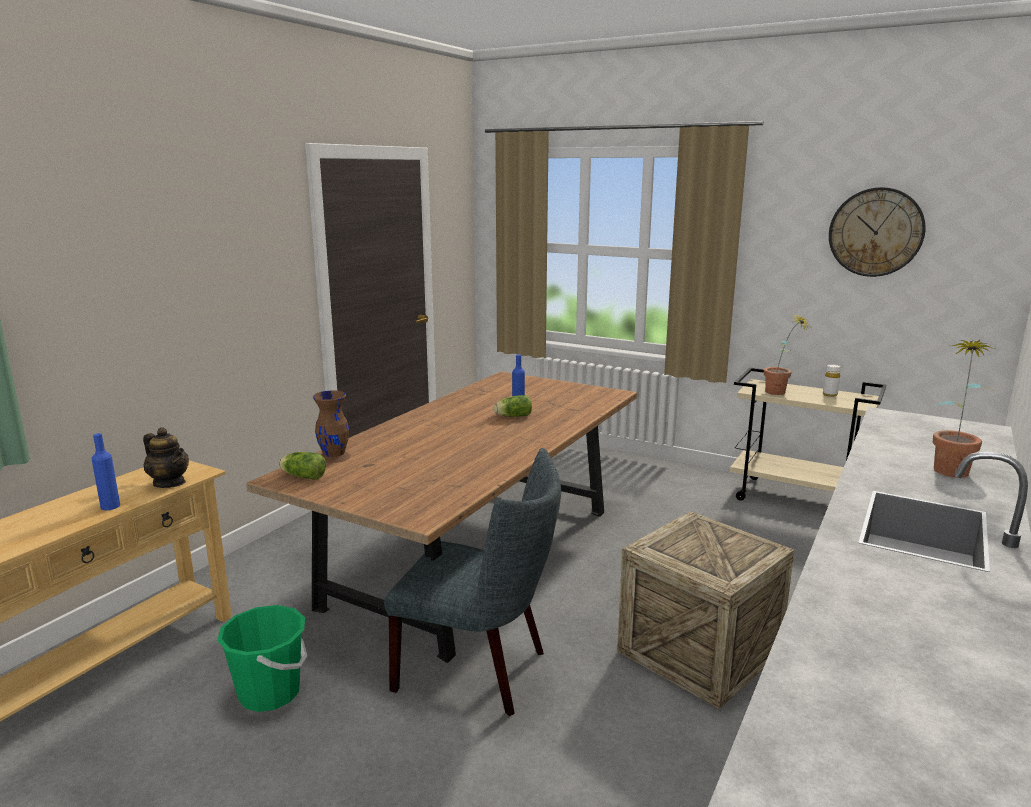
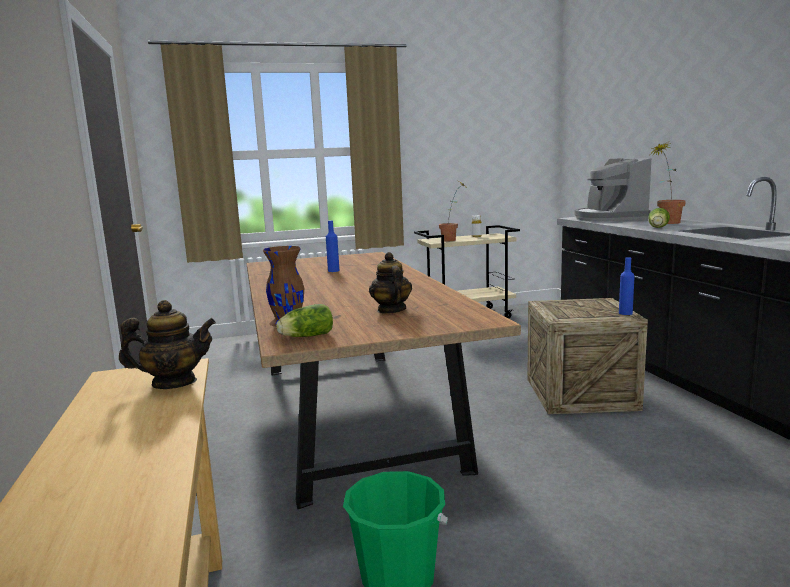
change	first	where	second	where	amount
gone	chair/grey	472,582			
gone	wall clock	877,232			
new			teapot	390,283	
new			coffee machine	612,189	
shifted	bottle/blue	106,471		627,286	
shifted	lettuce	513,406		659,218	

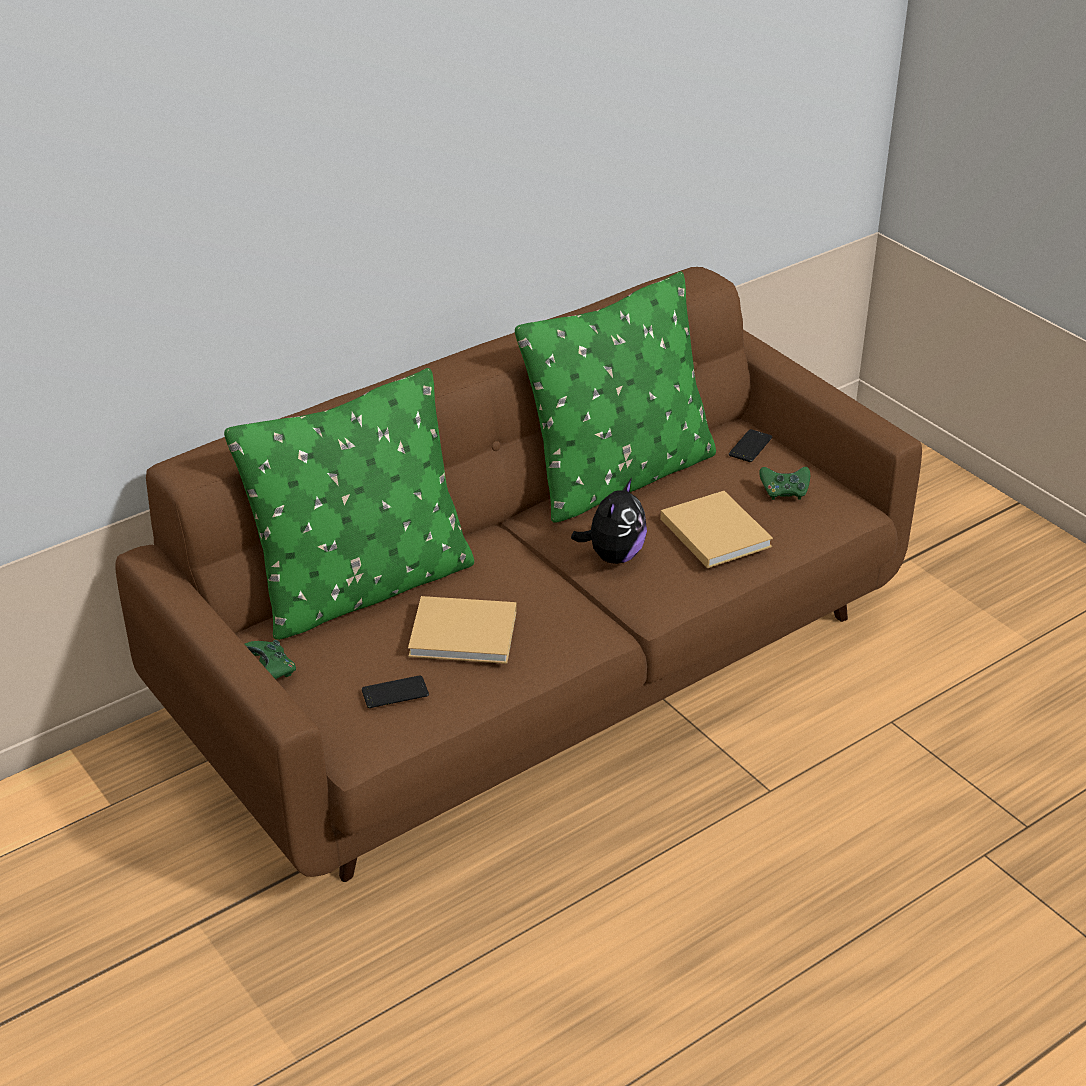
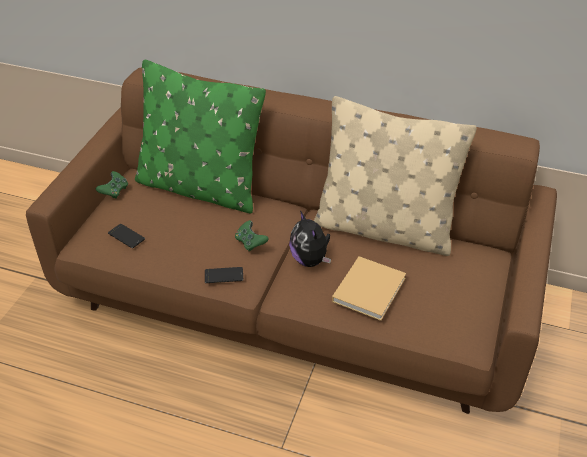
change	first	where	second	where	amount
gone	book/beige	462,630			
shifted	phone	750,445		224,275	
shifted	game controller/green	784,483		252,235	
repainted	pillow/green	615,397	pillow/beige	395,176	
rotated	plush toy	609,521		310,239	75 degrees clockwise

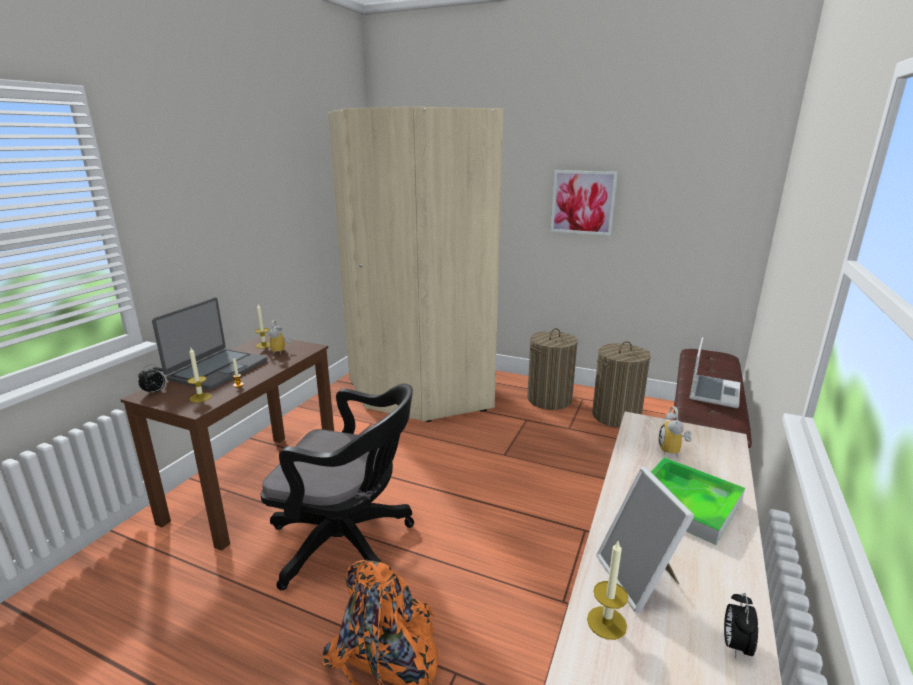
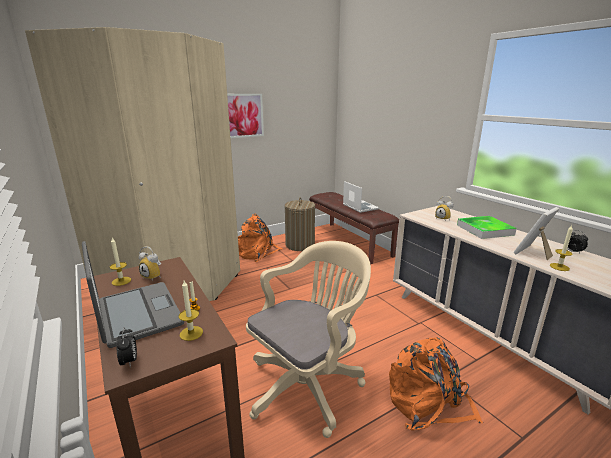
change	first	where	second	where	amount
swapped	laundry basket	552,369	backpack/orange	260,238	
repainted	office chair/black	337,487	office chair/beige	308,339	
rotated	picture frame	645,540		536,233	120 degrees clockwise

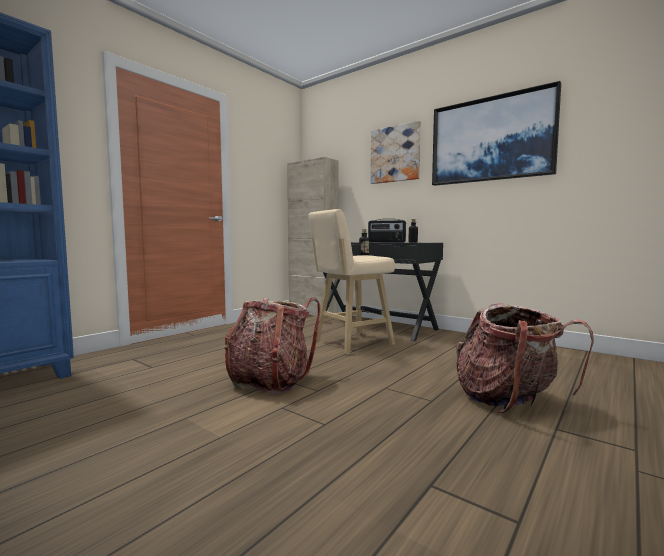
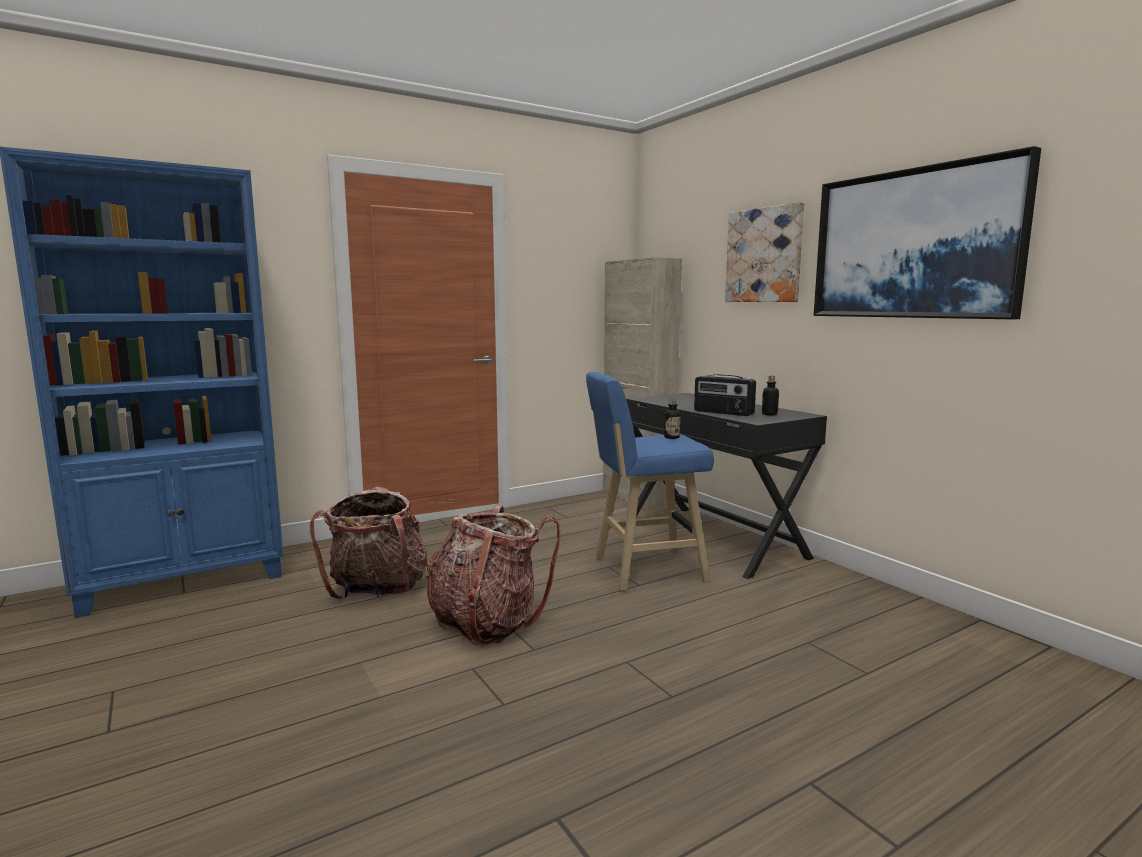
change	first	where	second	where	amount
shifted	backpack	525,358		369,543	
repainted	stool/beige	352,282	stool/blue	650,481	

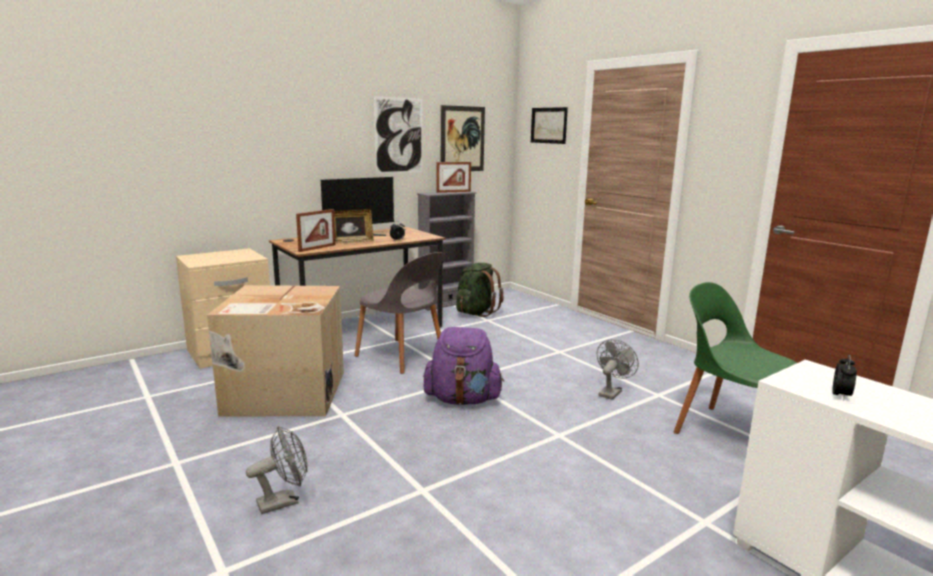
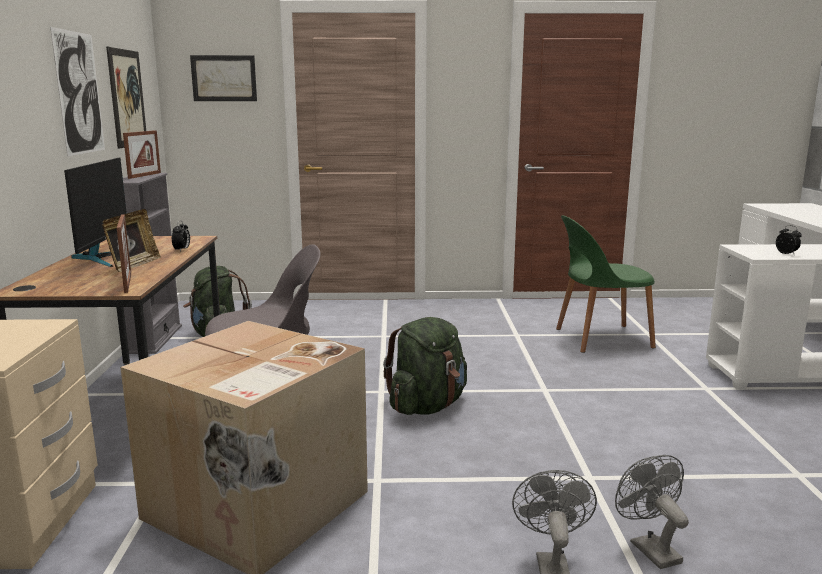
change	first	where	second	where	amount
shifted	fan/grey	618,369		652,512	
repainted	backpack/purple	463,366	backpack/green	425,366	

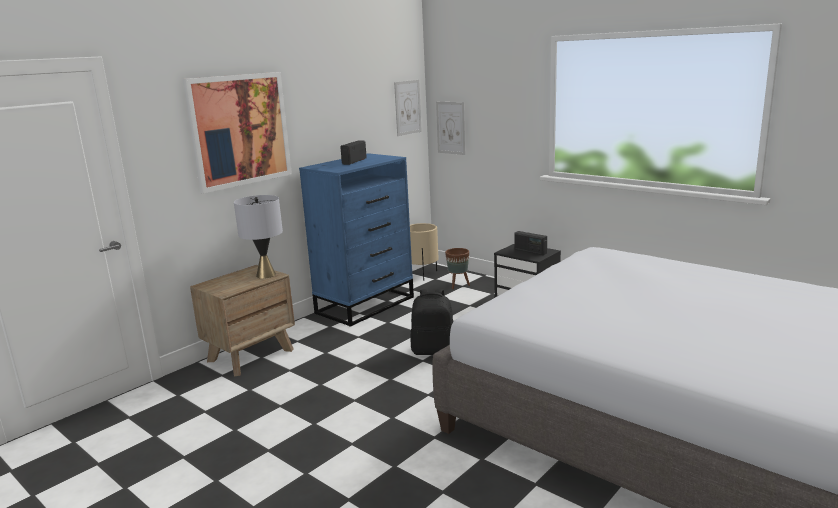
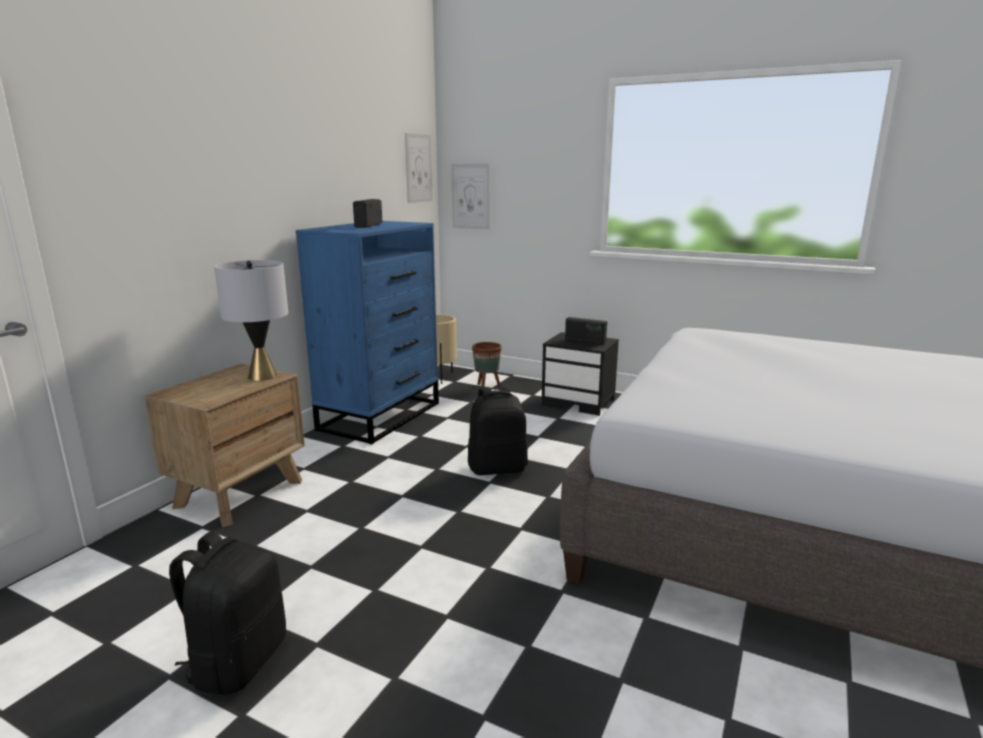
change	first	where	second	where	amount
gone	picture	237,132			
new			backpack/black	227,613	

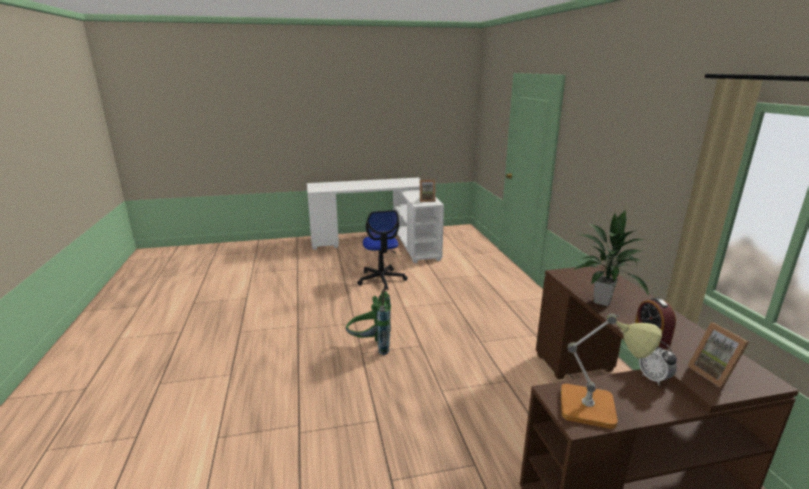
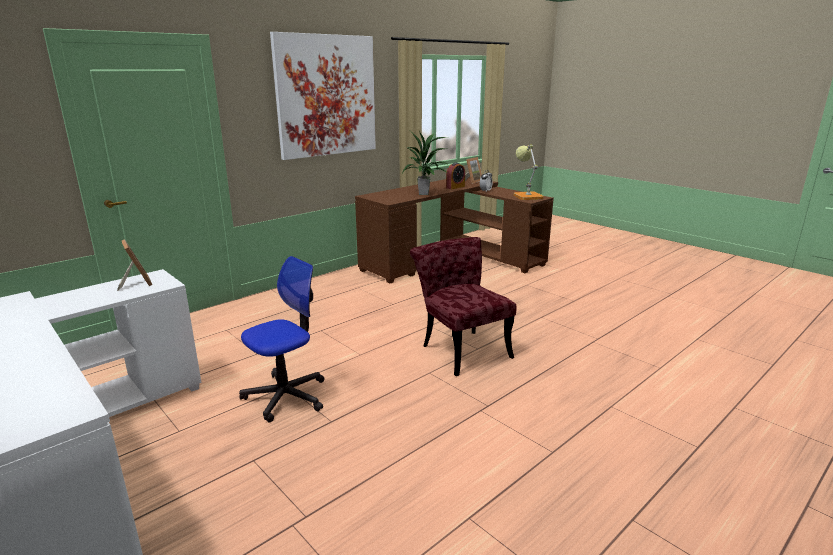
change	first	where	second	where	amount
new			picture	323,96	
swapped	backpack/green	368,322	chair/red	463,306	

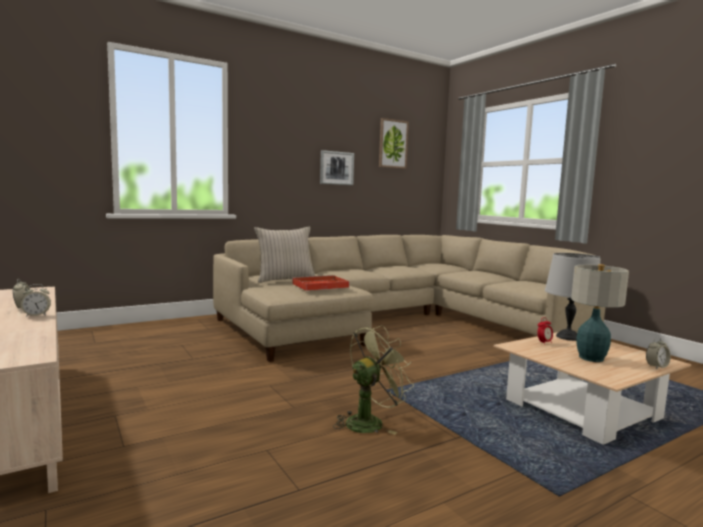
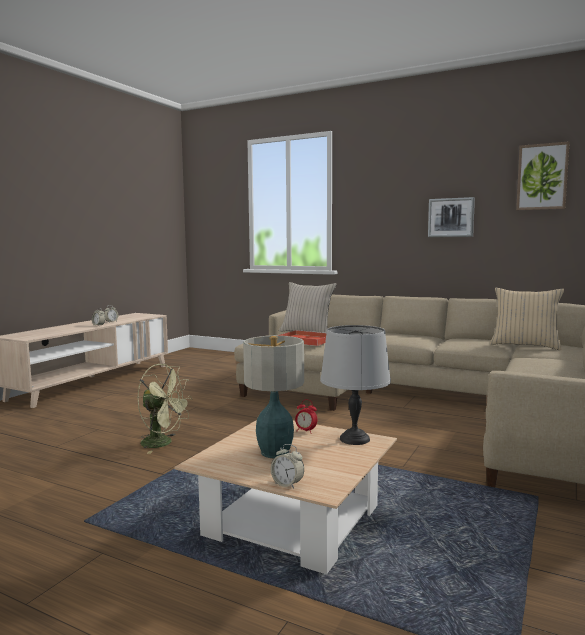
change	first	where	second	where	amount
new			pillow/beige	527,319	

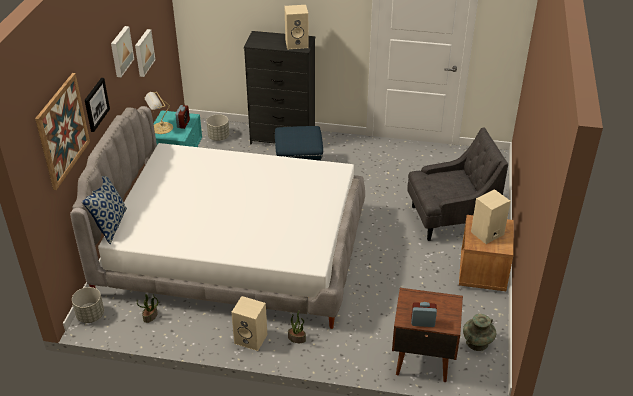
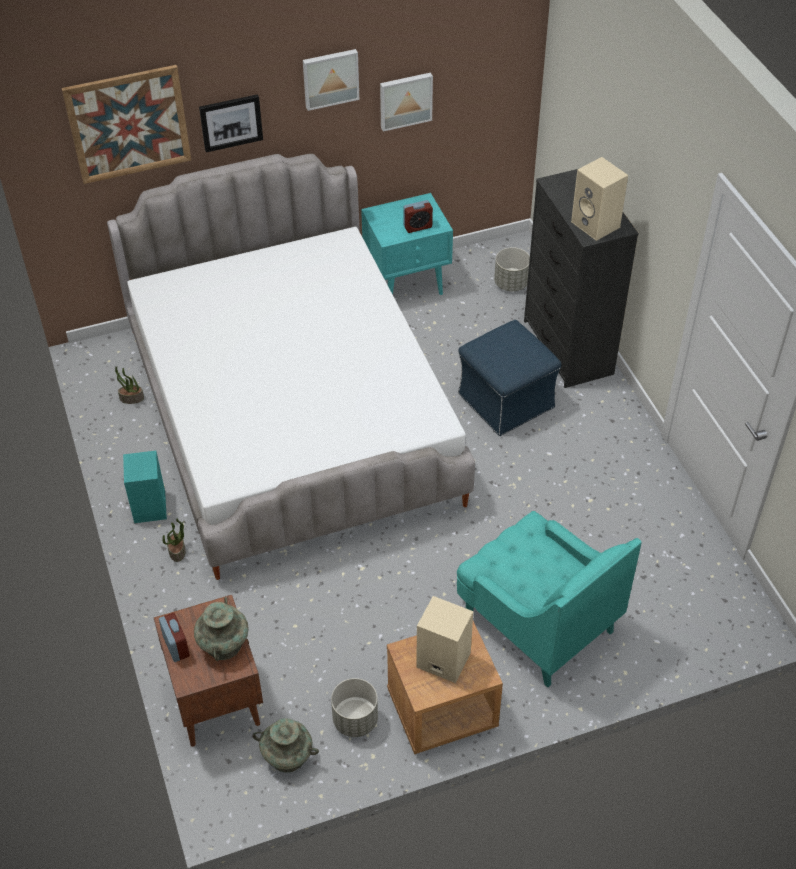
change	first	where	second	where	amount
gone	pillow	104,210			
gone	table lamp	159,113			
new			vase/turquoise	221,629	
shifted	planter/grey	88,305		354,707	
repainted	speaker/beige	249,323	speaker/turquoise	145,487	
repainted	armchair/grey	458,184	armchair/turquoise	549,599	

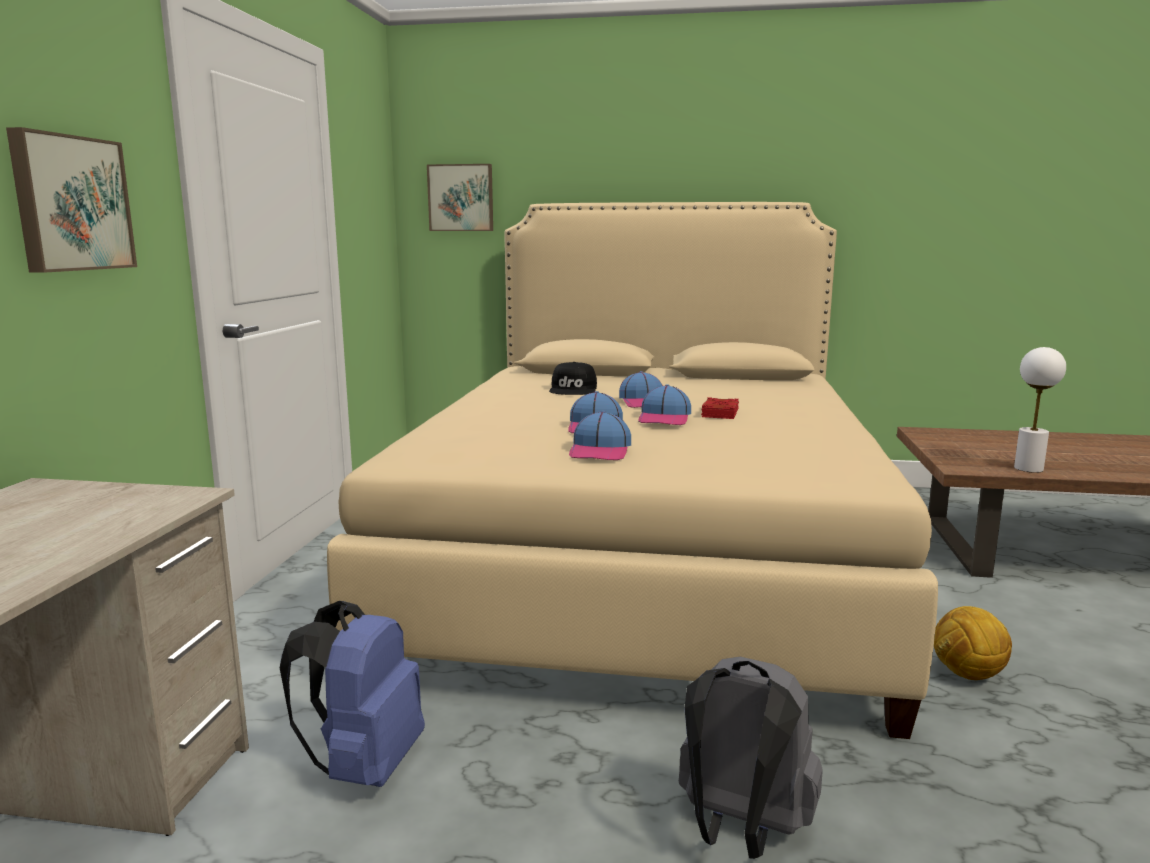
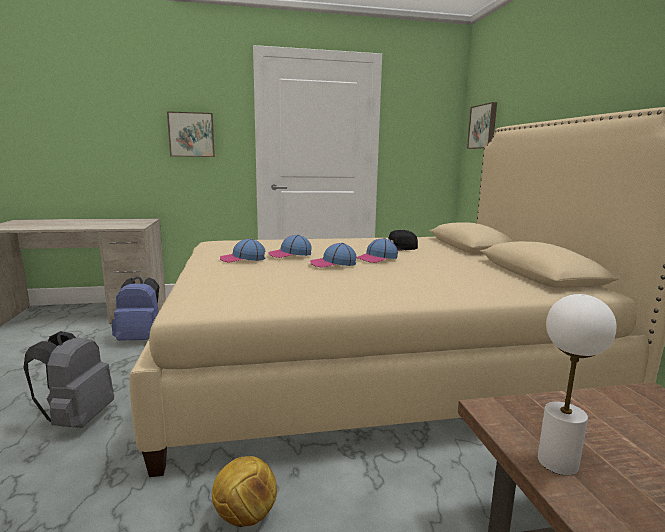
change	first	where	second	where	amount
gone	book/red	720,408			

